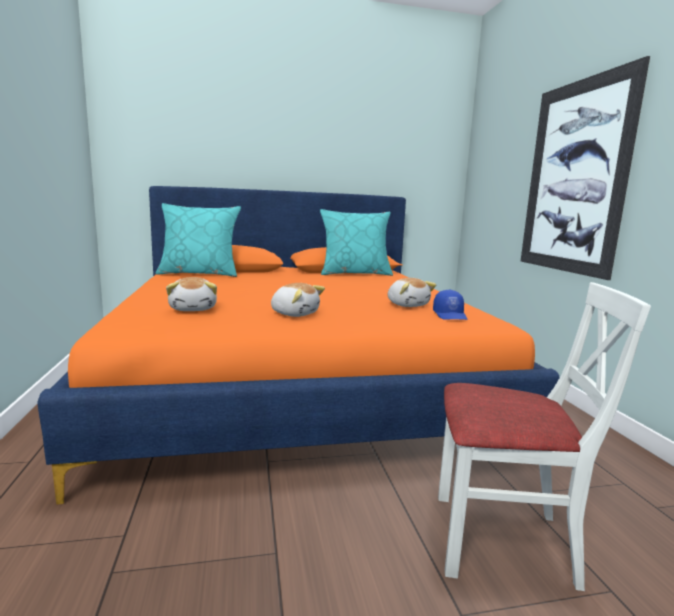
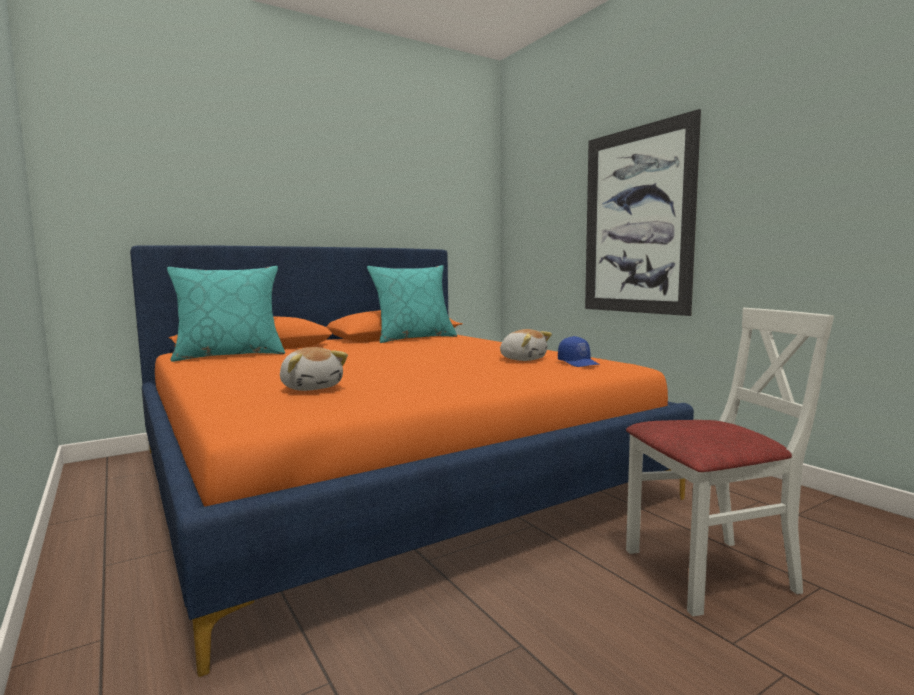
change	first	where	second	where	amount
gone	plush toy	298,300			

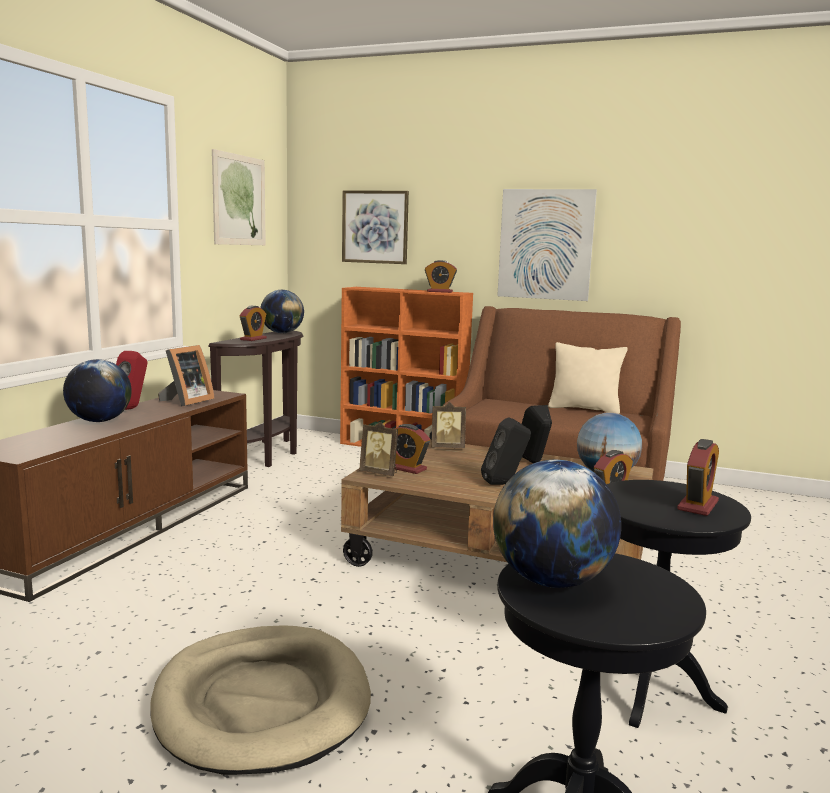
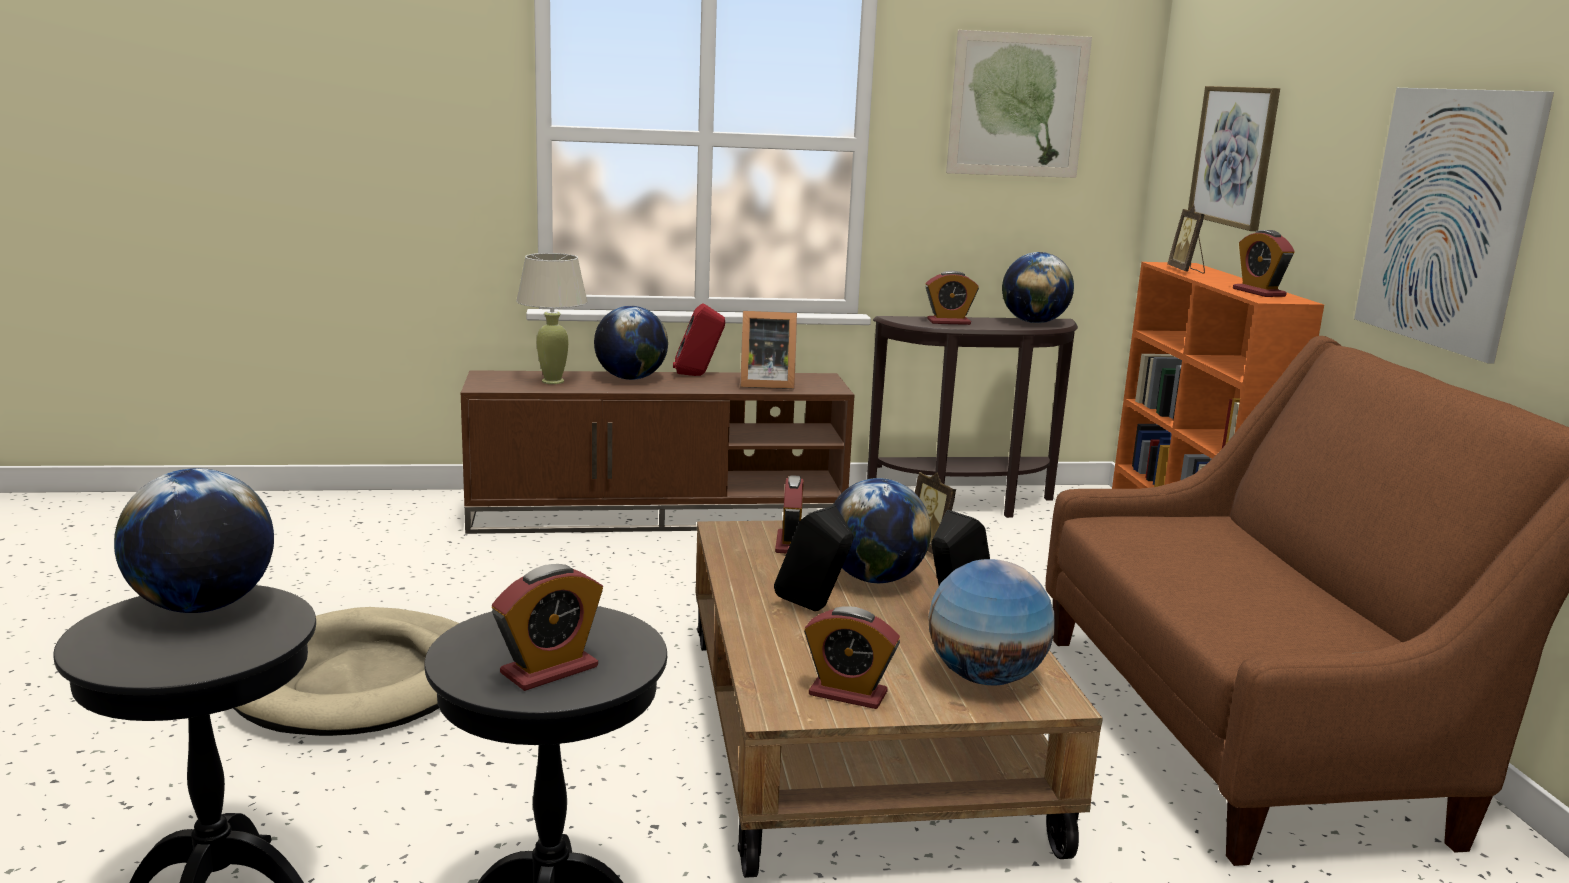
change	first	where	second	where	amount
gone	pillow/beige	588,378			
new			table lamp/beige	552,318	
new			globe	882,530	
shifted	picture frame	378,448		1186,239	
rotated	alarm clock	698,477		547,627	45 degrees counterclockwise

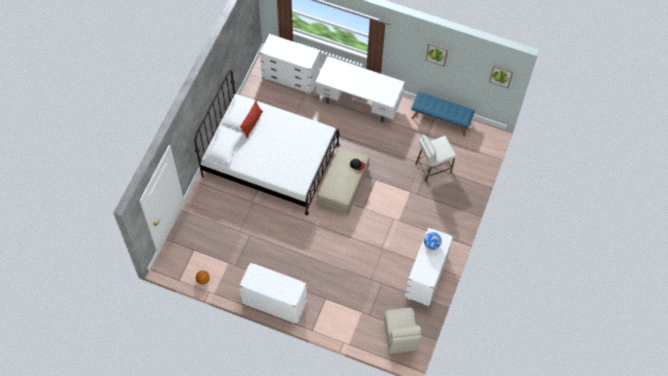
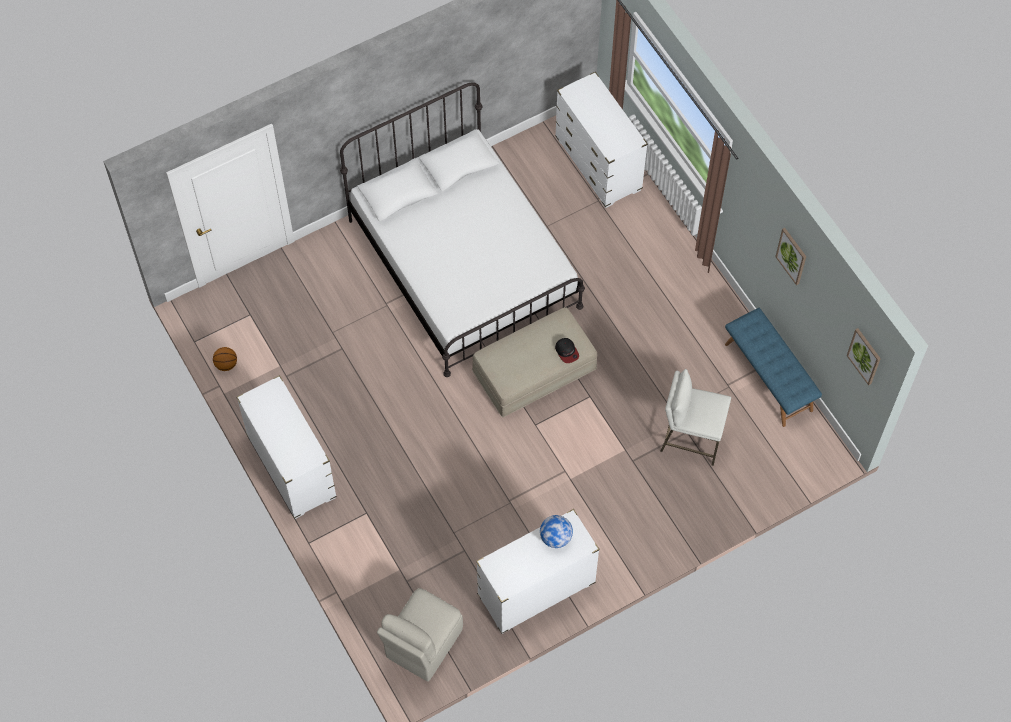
change	first	where	second	where	amount
gone	pillow	251,119			
gone	desk/white	359,89			

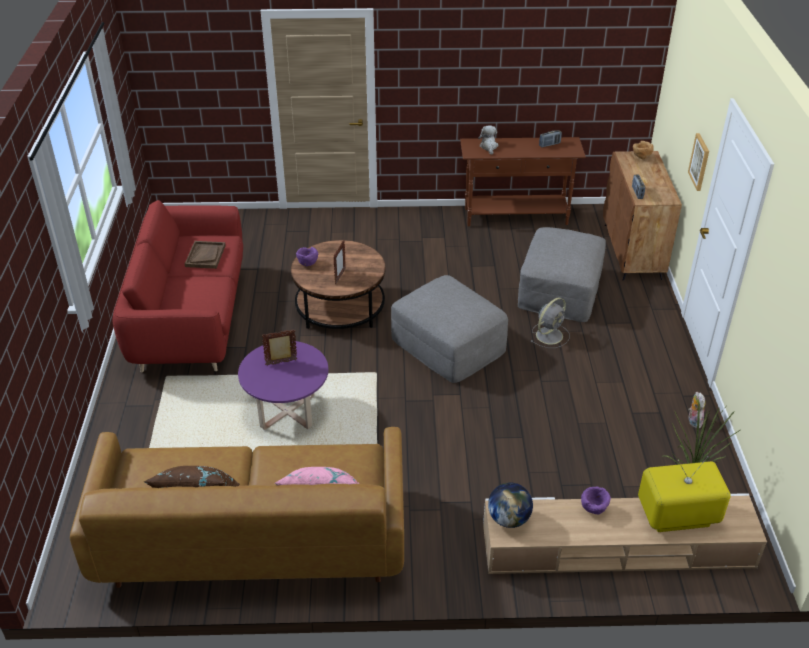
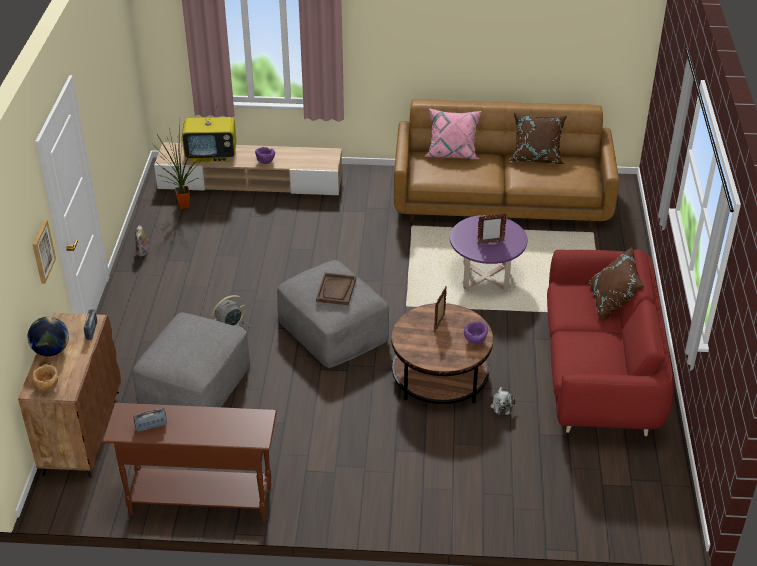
change	first	where	second	where	amount
new			pillow/brown	617,284	
shifted	tray/brown	205,255		336,289	
shifted	plush toy	488,140		503,401	
shifted	globe	510,505		48,336	

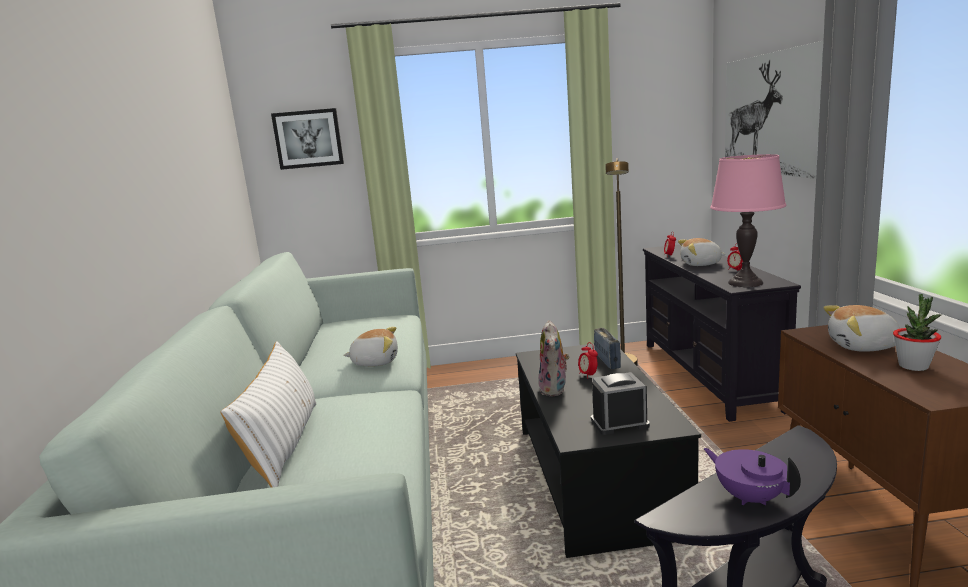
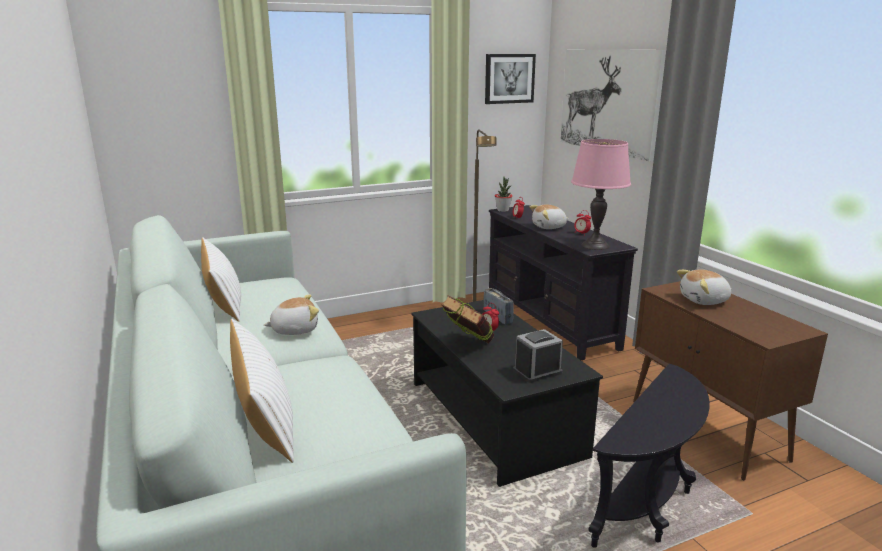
change	first	where	second	where	amount
gone	teapot/purple	752,476			
new			pillow/white	221,279	
shifted	picture	307,139		510,79	
shifted	potted plant	917,332		503,194	
swapped	plush toy	554,358	book	468,319	

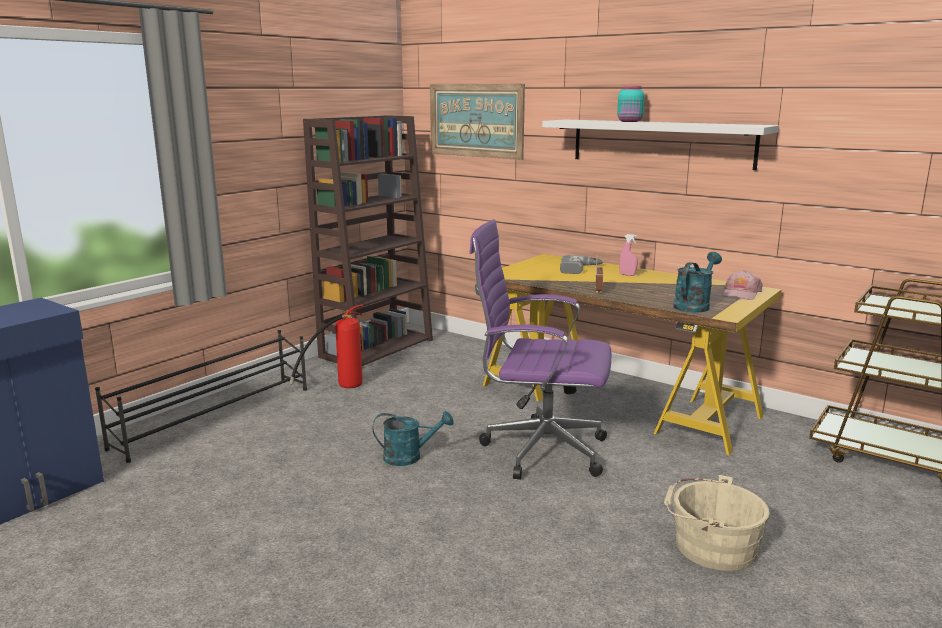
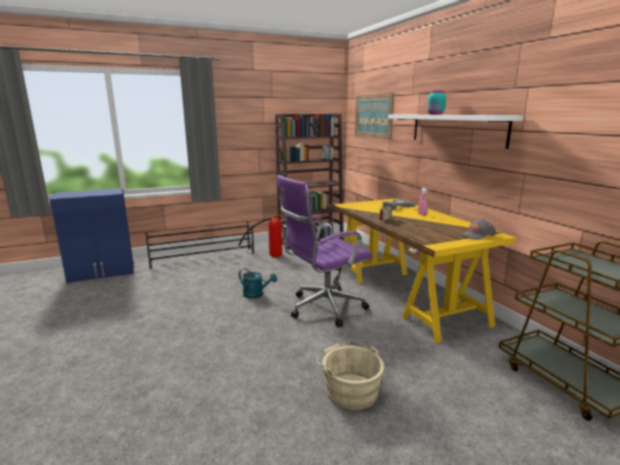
change	first	where	second	where	amount
gone	watering can/turquoise	697,282			
repainted	cap/pink	742,285	cap/grey	478,229	
rotated	office chair/purple	540,350		324,251	75 degrees counterclockwise

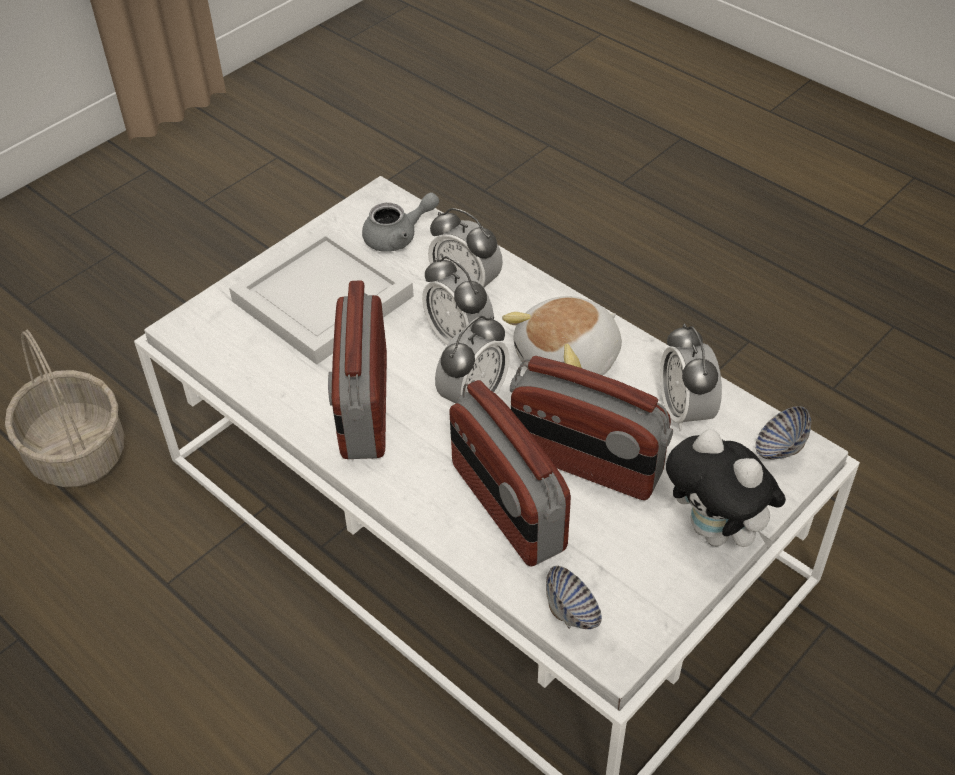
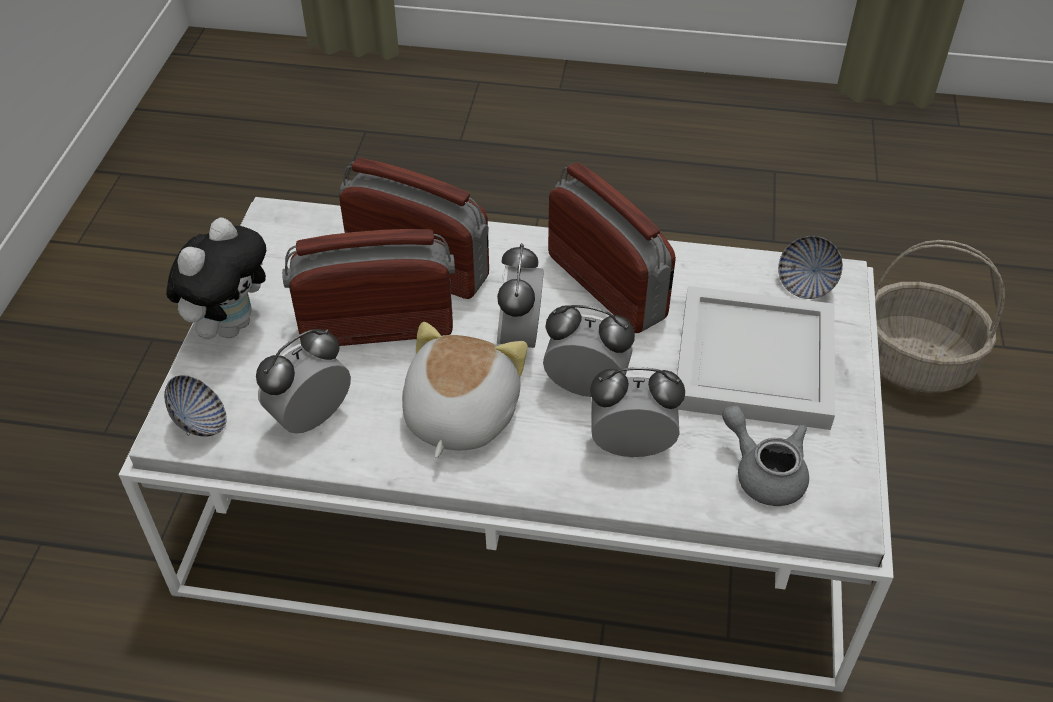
change	first	where	second	where	amount
shifted	bowl	574,597		810,267	
rotated	teapot/grey	400,222		765,455	105 degrees clockwise
rotated	alarm clock	691,376		303,381	90 degrees counterclockwise
rotated	plush toy	726,488		216,278	105 degrees clockwise

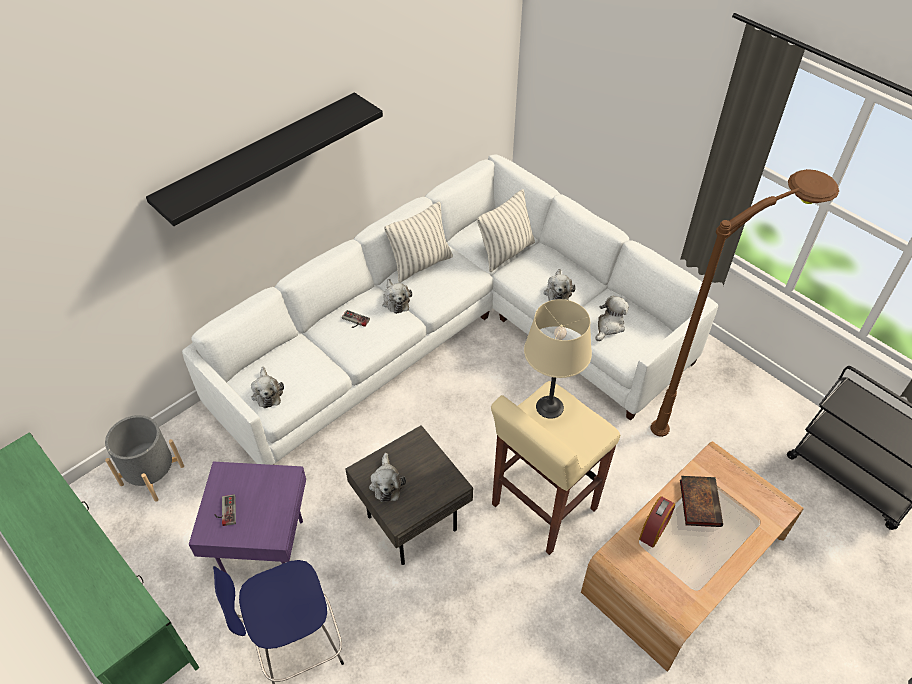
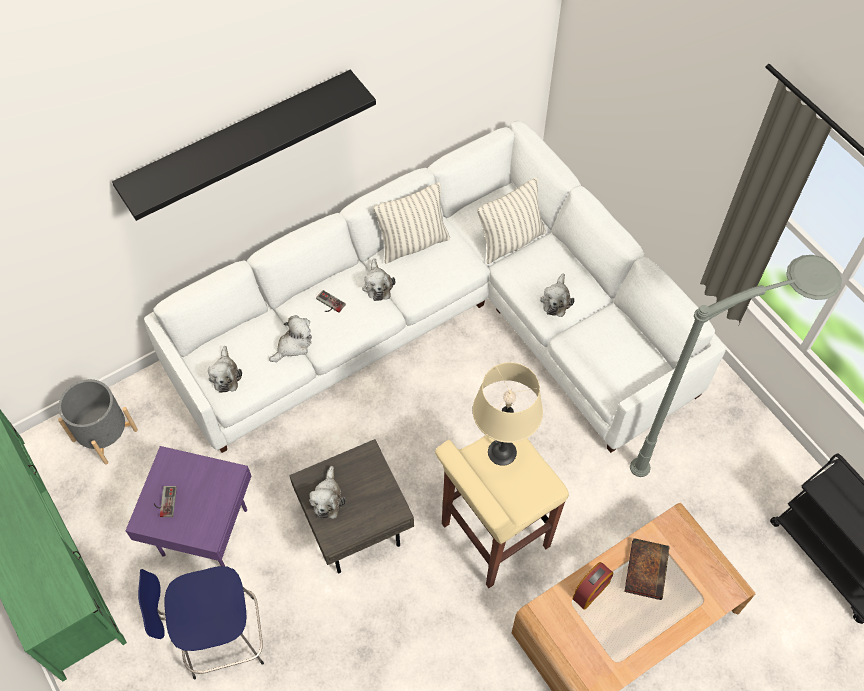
change	first	where	second	where	amount
shifted	plush toy	612,318		290,338	
repainted	floor lamp/brown	745,303	floor lamp/grey	736,366	

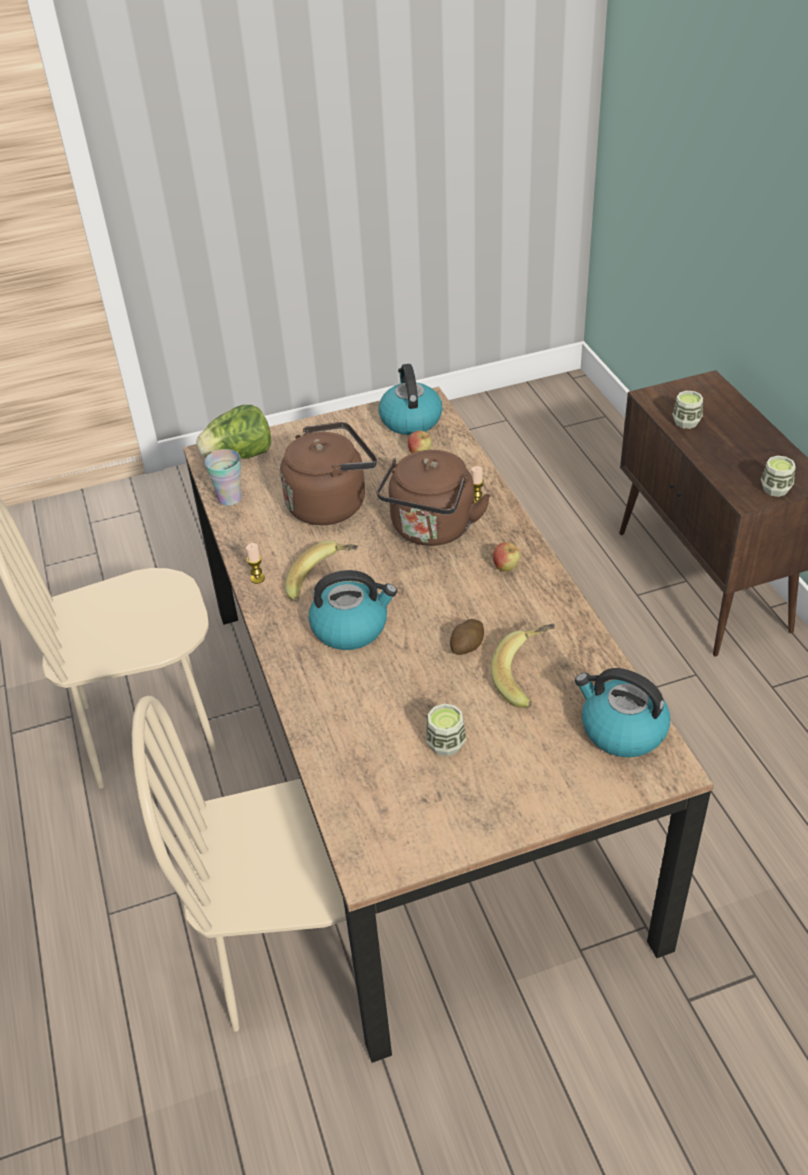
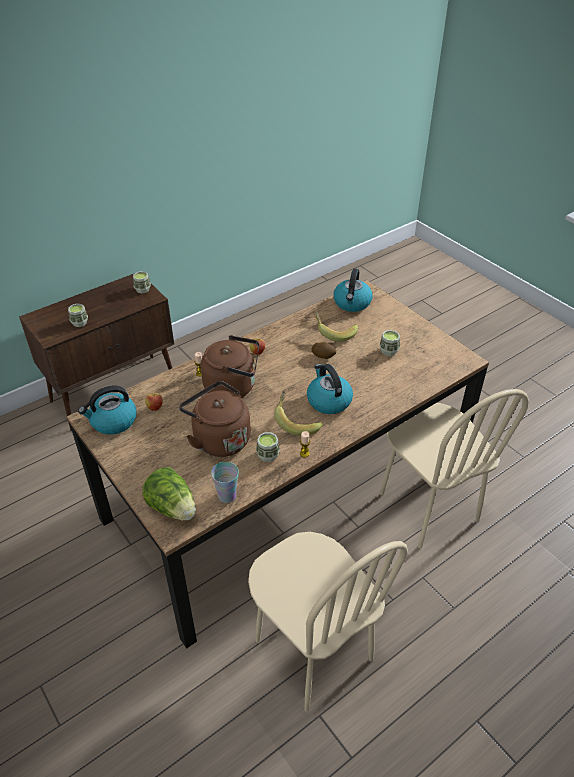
change	first	where	second	where	amount
new			cup	268,447	

